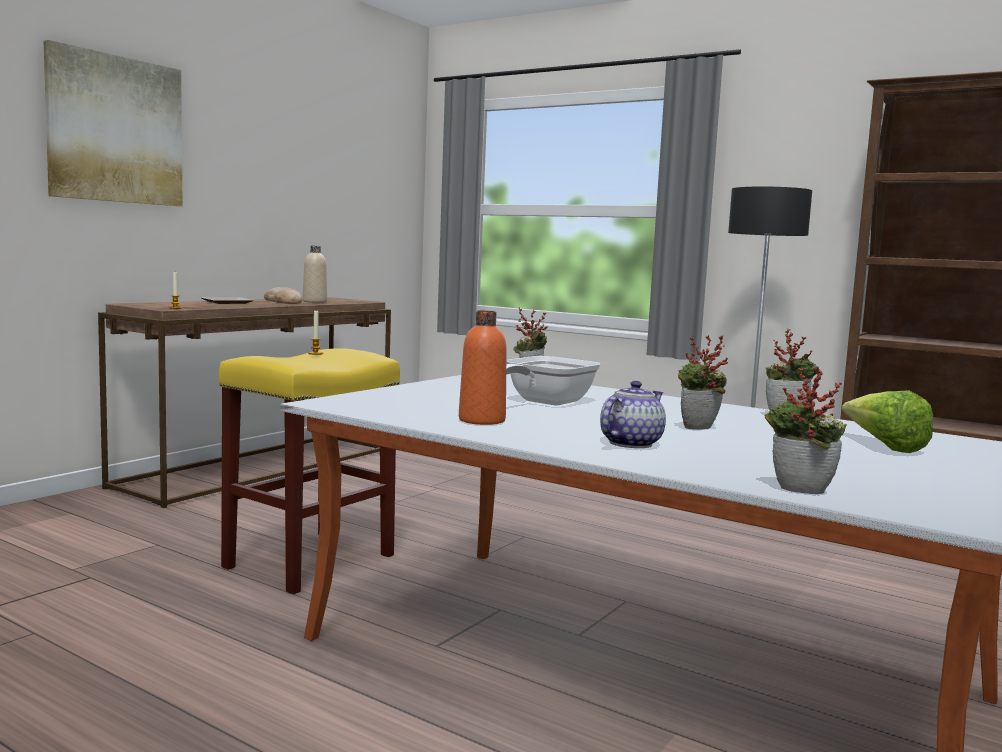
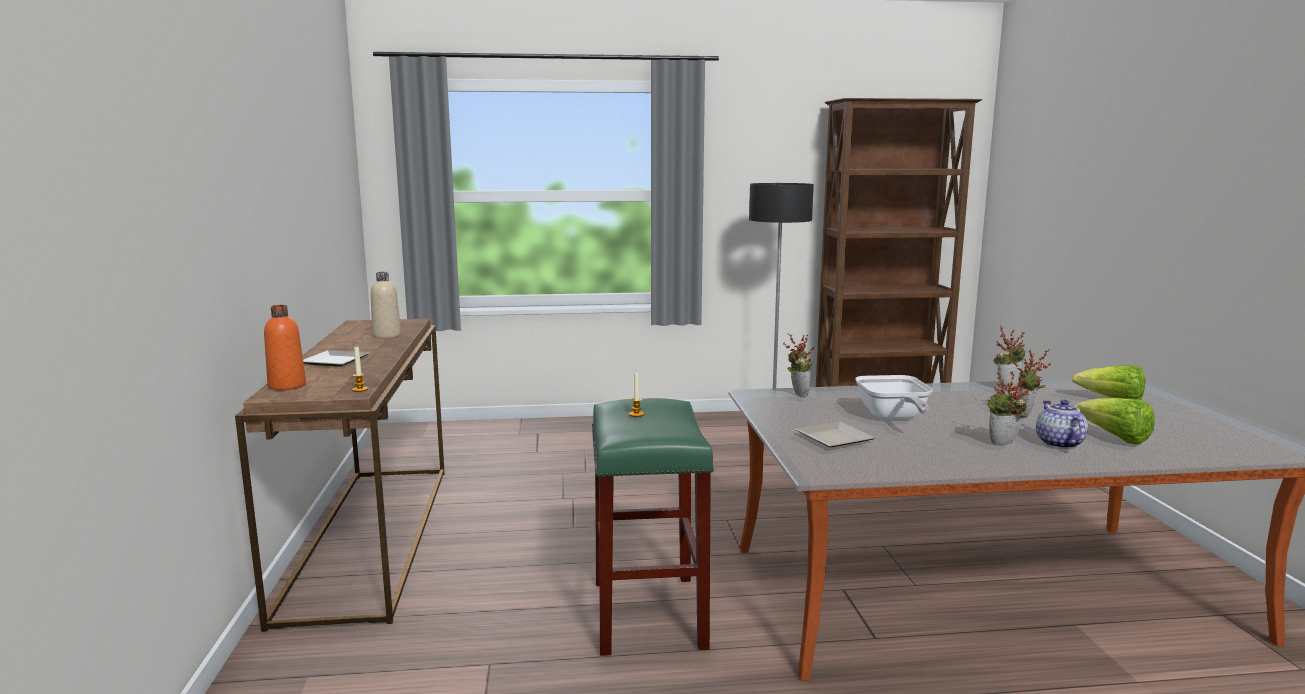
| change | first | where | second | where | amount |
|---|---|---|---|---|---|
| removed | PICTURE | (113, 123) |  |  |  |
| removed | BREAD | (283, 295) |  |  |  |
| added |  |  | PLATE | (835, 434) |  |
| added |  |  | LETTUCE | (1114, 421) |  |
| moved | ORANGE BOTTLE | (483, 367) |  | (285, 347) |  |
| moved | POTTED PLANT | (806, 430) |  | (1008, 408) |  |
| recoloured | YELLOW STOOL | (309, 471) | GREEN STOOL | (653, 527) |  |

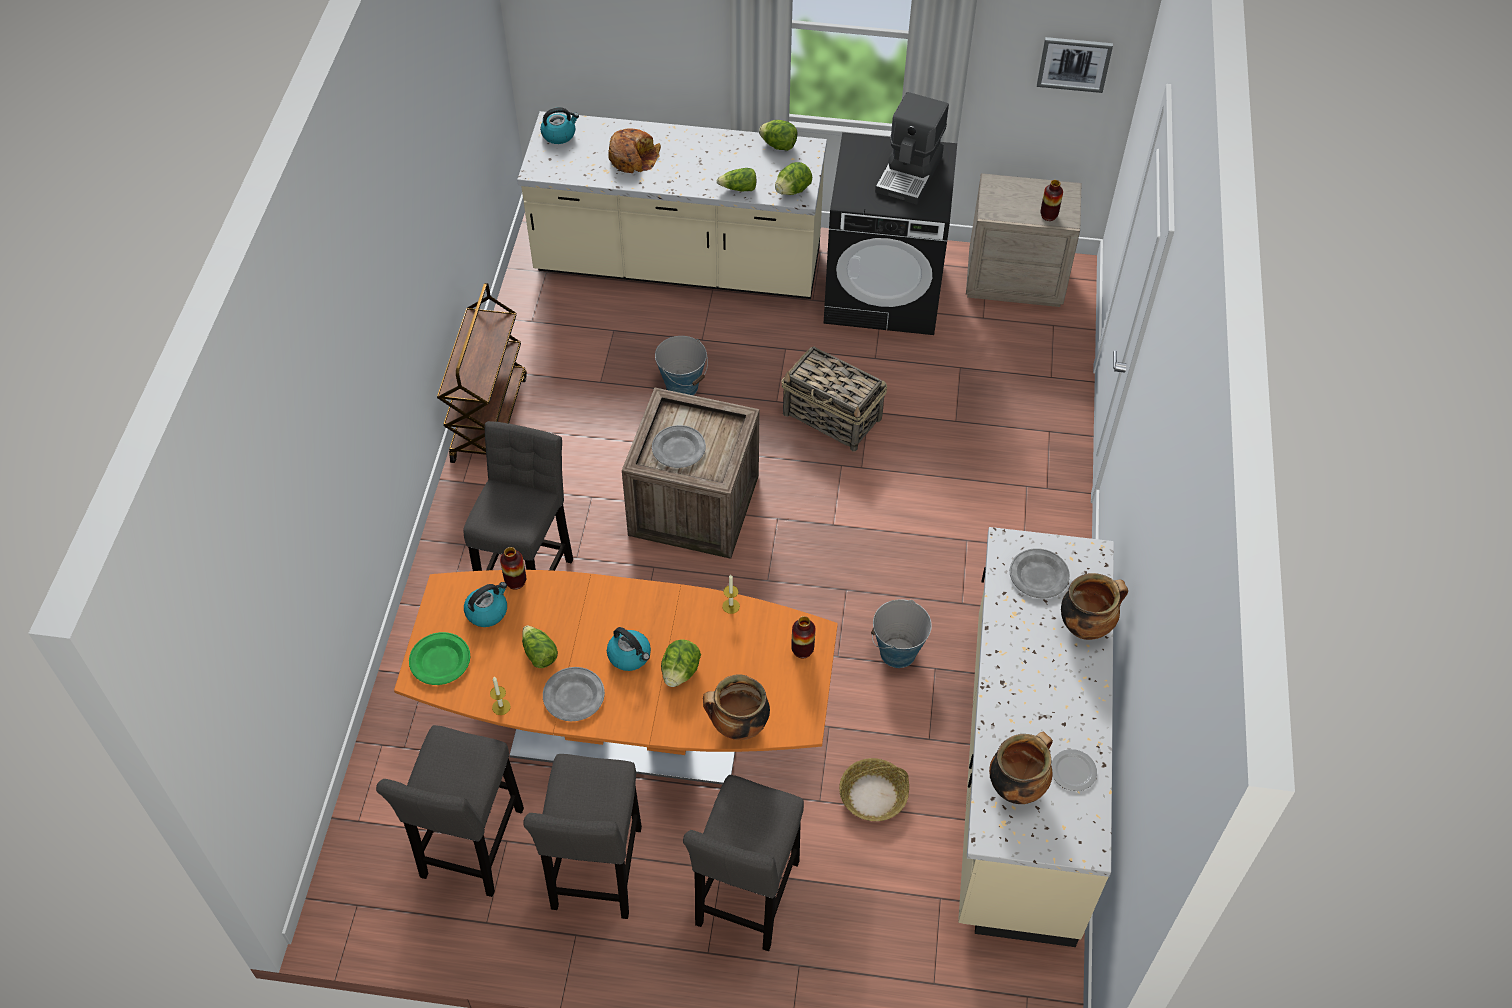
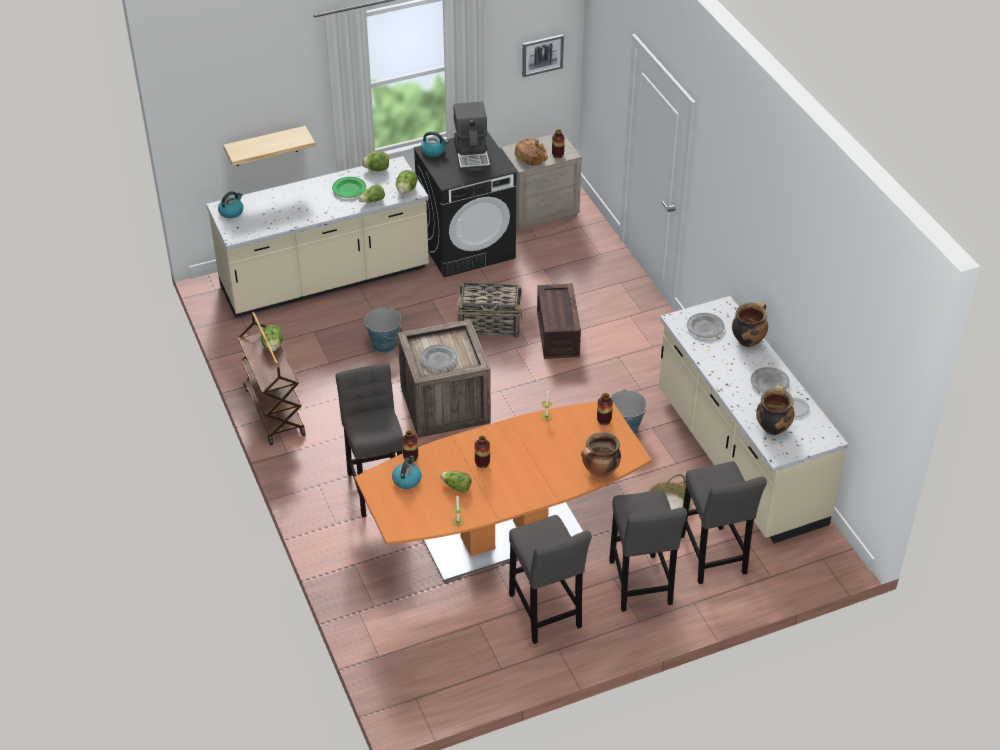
| change | first | where | second | where | amount |
|---|---|---|---|---|---|
| added |  |  | SHELF | (269, 146) |  |
| added |  |  | VASE | (482, 451) |  |
| added |  |  | CRATE | (559, 321) |  |
| moved | GREY STOOL | (450, 811) |  | (724, 522) |  |
| moved | GREEN PLATE | (439, 658) |  | (349, 187) |  |
| moved | GREY PLATE | (574, 694) |  | (770, 380) |  |
| moved | KETTLE | (629, 649) |  | (434, 144) |  |
| moved | BREAD | (634, 150) |  | (531, 152) |  |
| moved | LETTUCE | (681, 663) |  | (272, 338) |  |

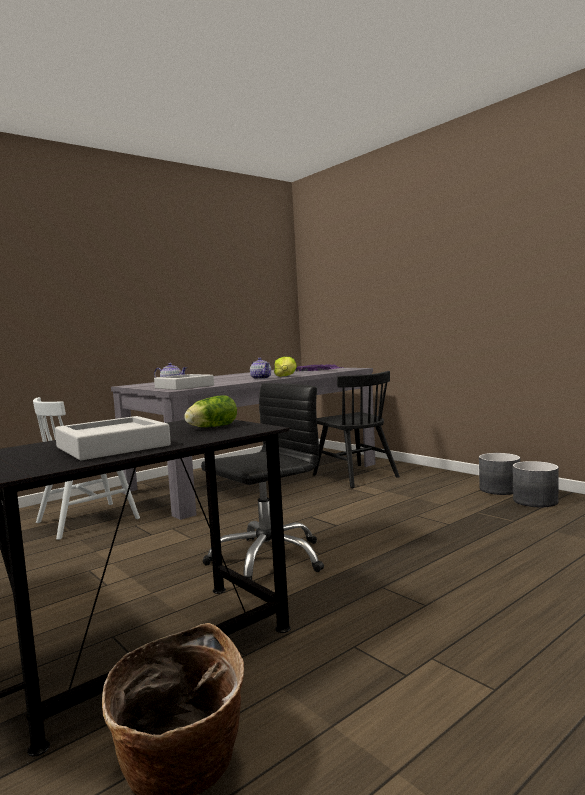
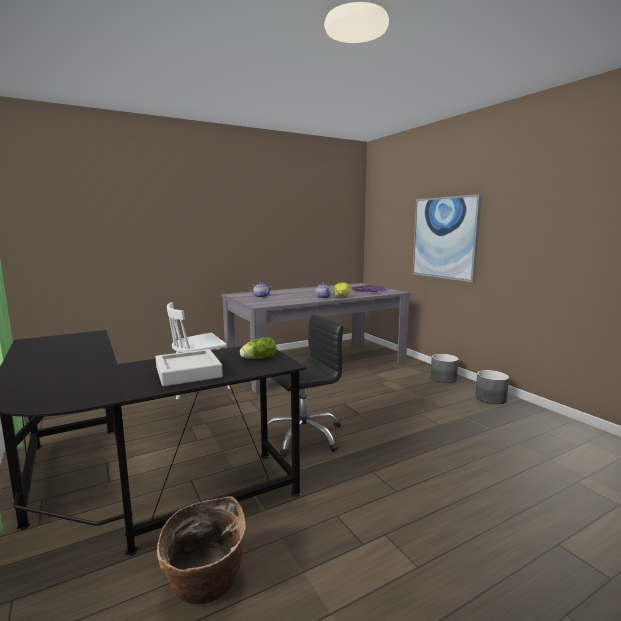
| change | first | where | second | where | amount |
|---|---|---|---|---|---|
| removed | GREY TRAY | (184, 382) |  |  |  |
| removed | BLACK CHAIR | (356, 429) |  |  |  |
| added |  |  | PICTURE | (447, 238) |  |
| moved | GREY PLANTER | (536, 484) |  | (445, 368) |  |

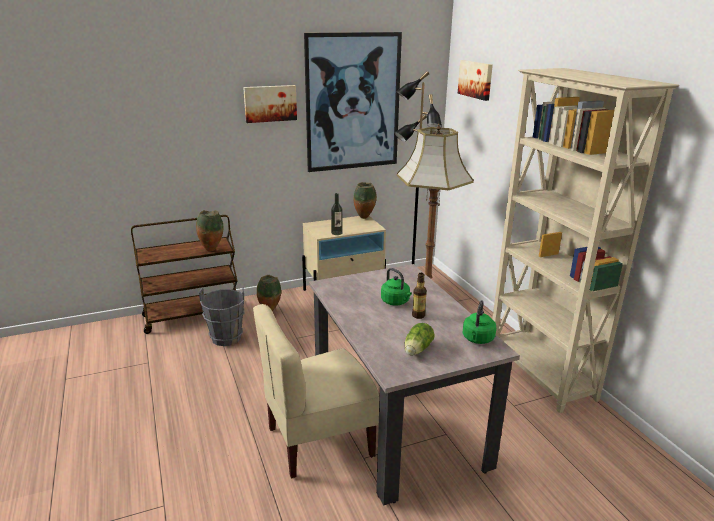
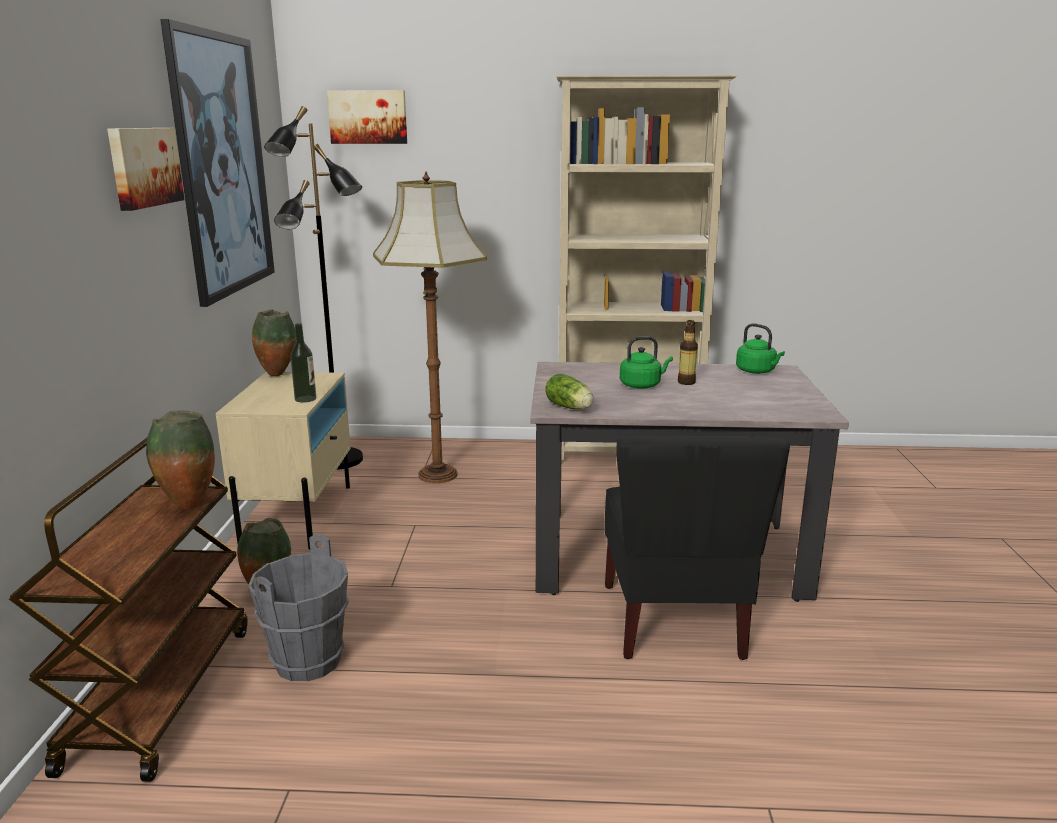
| change | first | where | second | where | amount |
|---|---|---|---|---|---|
| moved | LETTUCE | (420, 339) |  | (569, 391) |  |
| recoloured | BEIGE CHAIR | (316, 391) | BLACK CHAIR | (697, 548) |  |

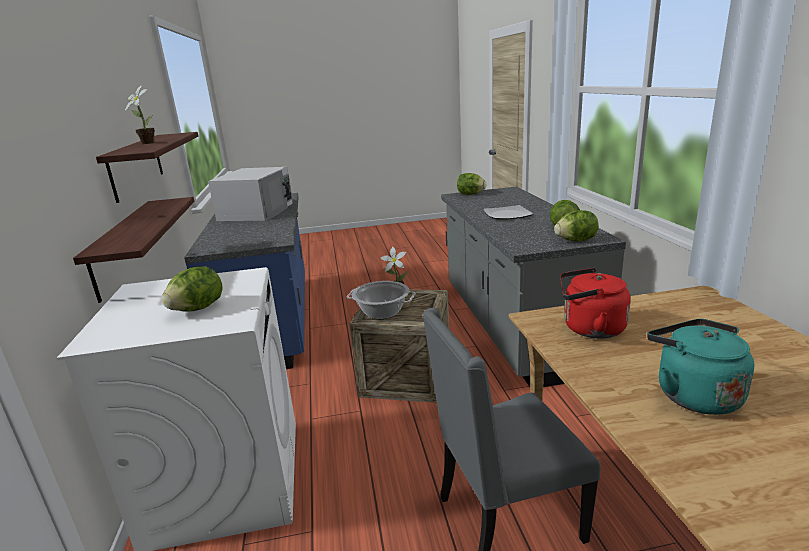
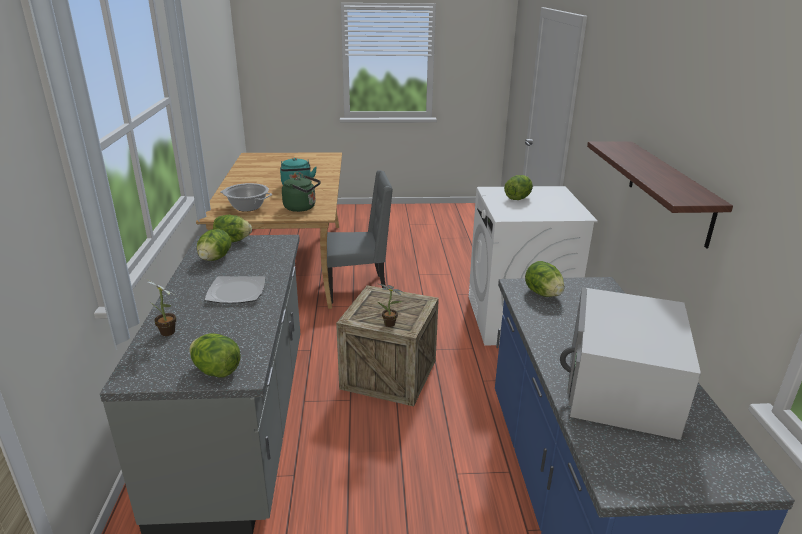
| change | first | where | second | where | amount |
|---|---|---|---|---|---|
| removed | SHELF | (133, 250) |  |  |  |
| added |  |  | LETTUCE | (544, 279) |  |
| moved | POTTED PLANT | (140, 114) |  | (161, 307) |  |
| moved | COOKING POT | (381, 300) |  | (246, 197) |  |
| recoloured | RED KETTLE | (595, 303) | GREEN KETTLE | (301, 193) |  |

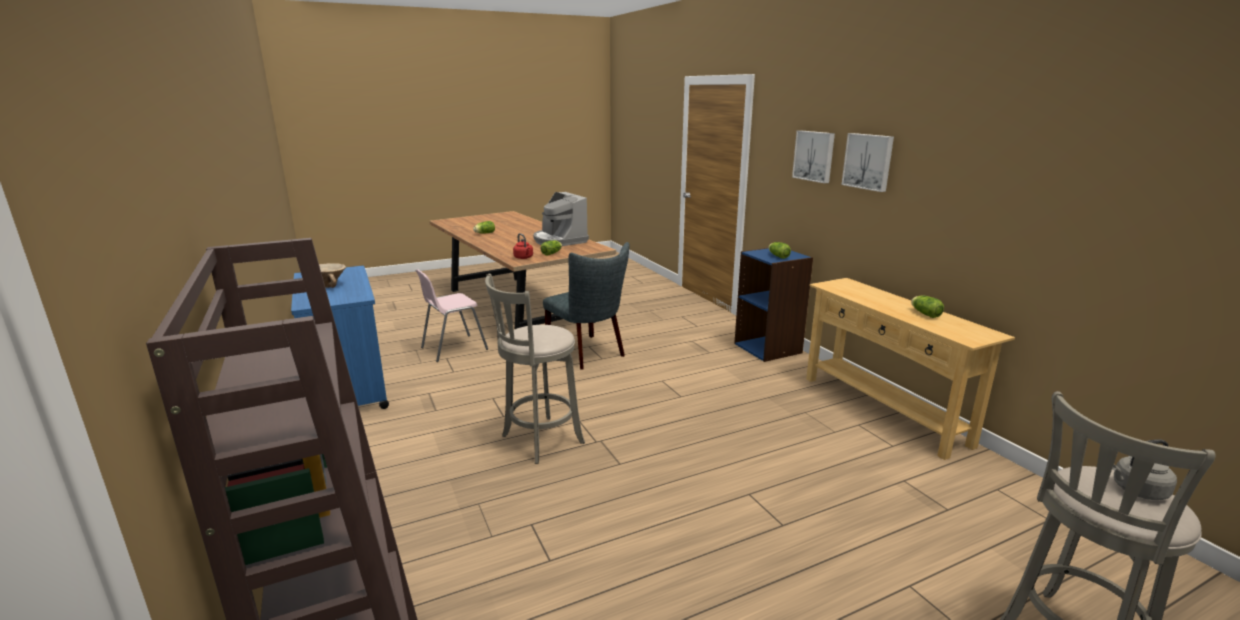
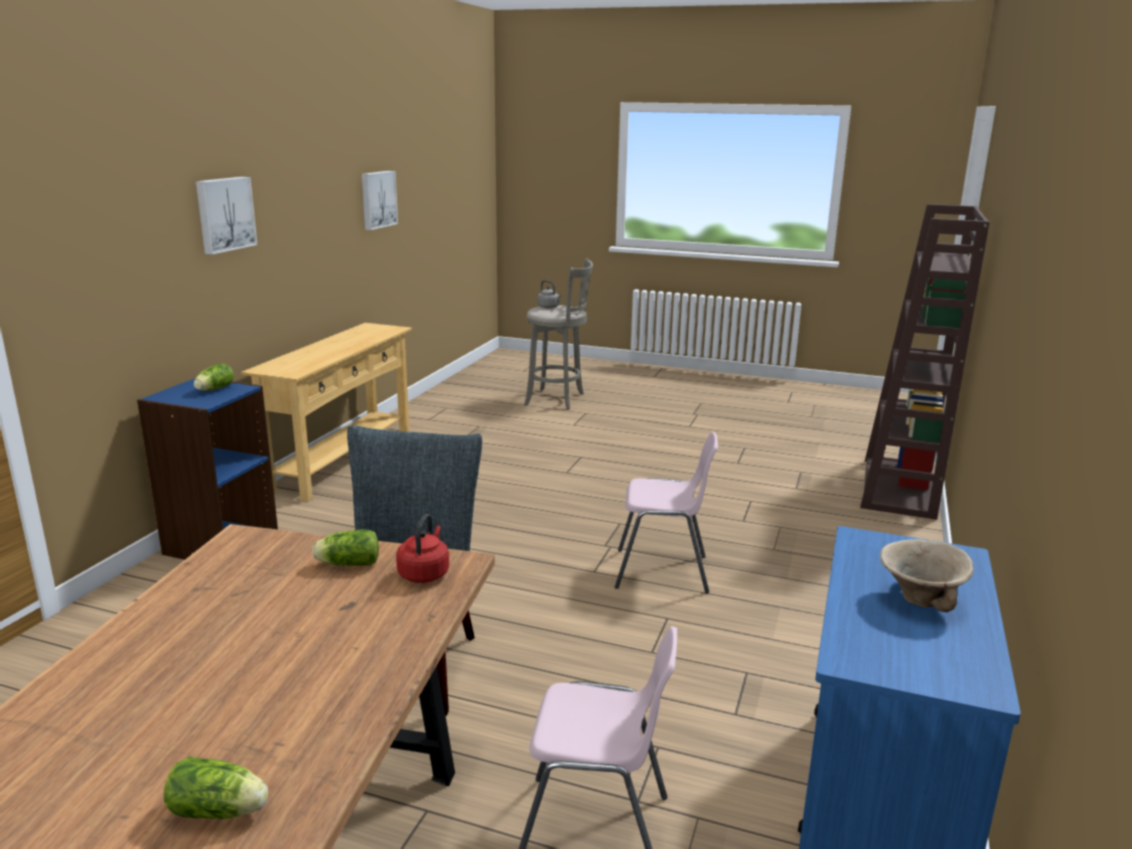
| change | first | where | second | where | amount |
|---|---|---|---|---|---|
| removed | COFFEE MACHINE | (561, 219) |  |  |  |
| removed | LETTUCE | (927, 306) |  |  |  |
| moved | PICTURE | (813, 156) |  | (380, 200) |  |
| replaced | GREY STOOL | (535, 368) | PINK CHAIR | (666, 512) |  |

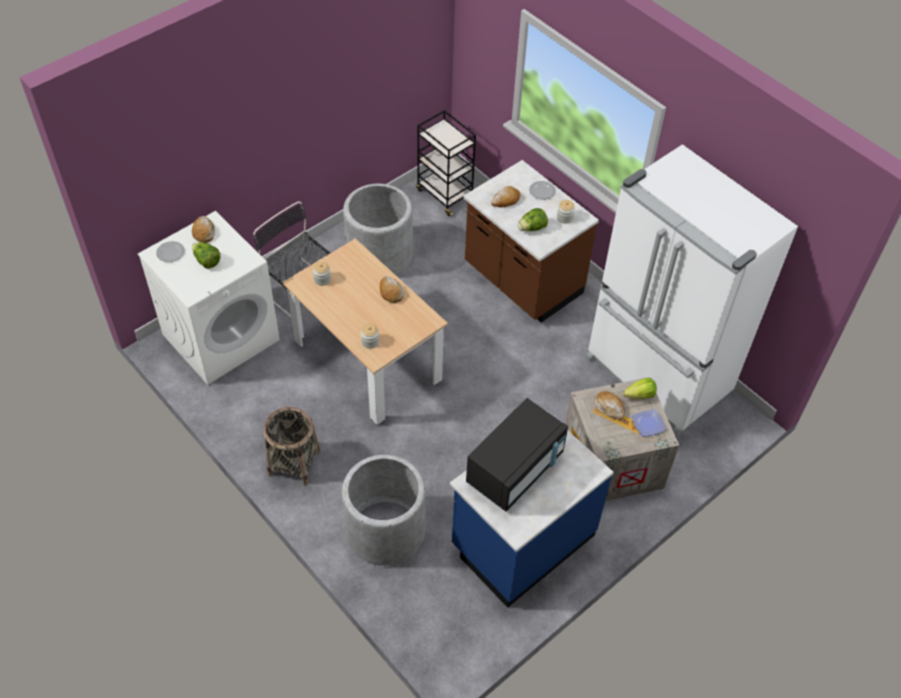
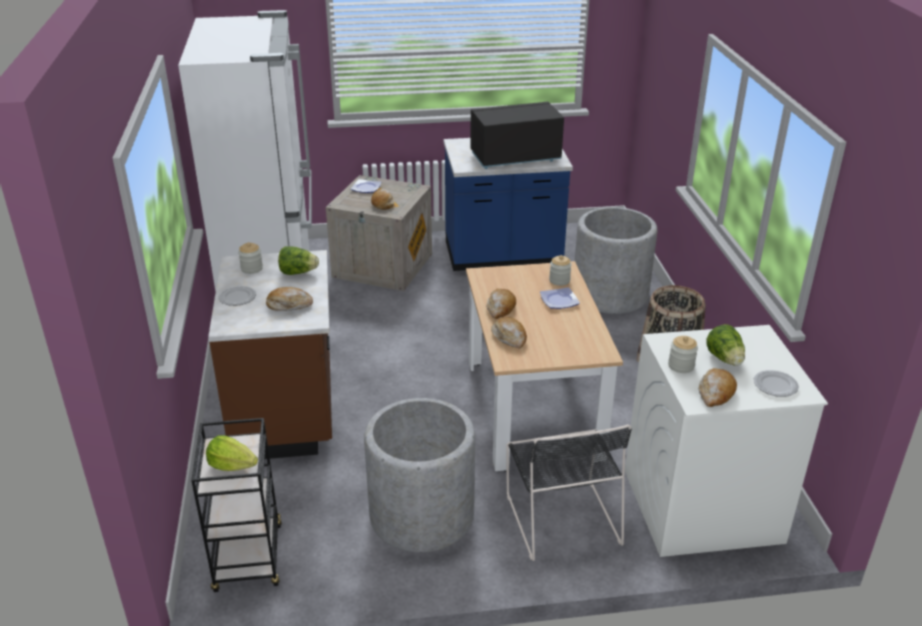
| change | first | where | second | where | amount |
|---|---|---|---|---|---|
| added |  |  | BREAD | (509, 332) |  |
| added |  |  | PLATE | (560, 298) |  |
| moved | JAR | (322, 274) |  | (683, 354) |  |
| moved | LETTUCE | (640, 388) |  | (232, 453) |  |

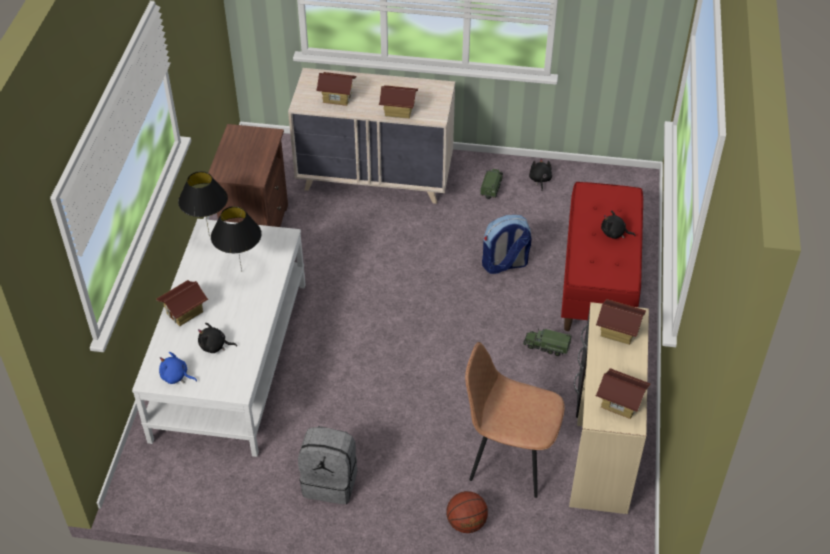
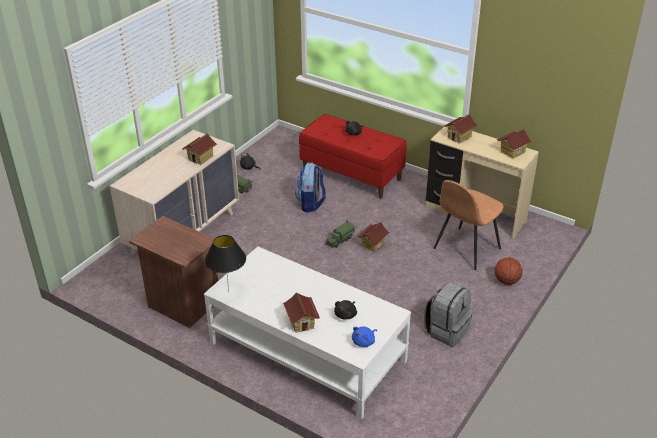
| change | first | where | second | where | amount |
|---|---|---|---|---|---|
| removed | BLACK TABLE LAMP | (236, 239) |  |  |  |
| moved | TOY HOUSE | (336, 89) |  | (373, 237) |  |
| moved | TOY TRUCK | (547, 342) |  | (340, 234) |  |

